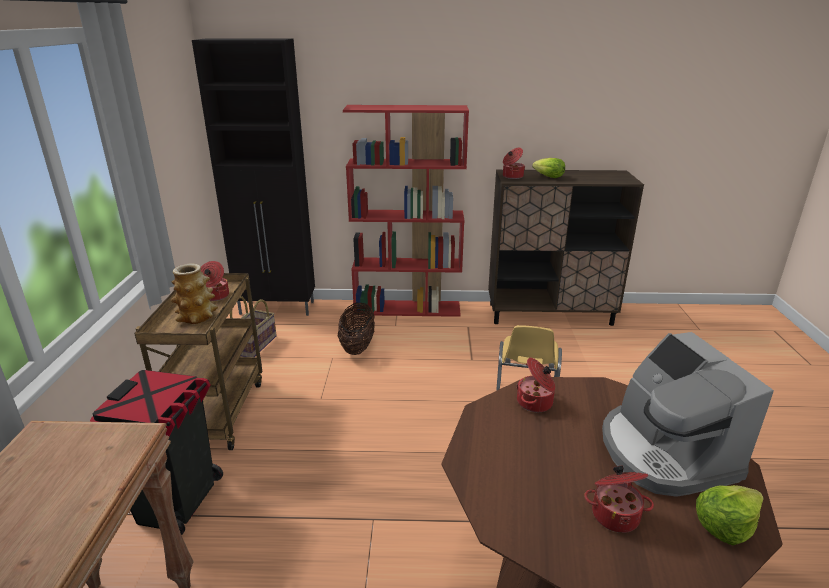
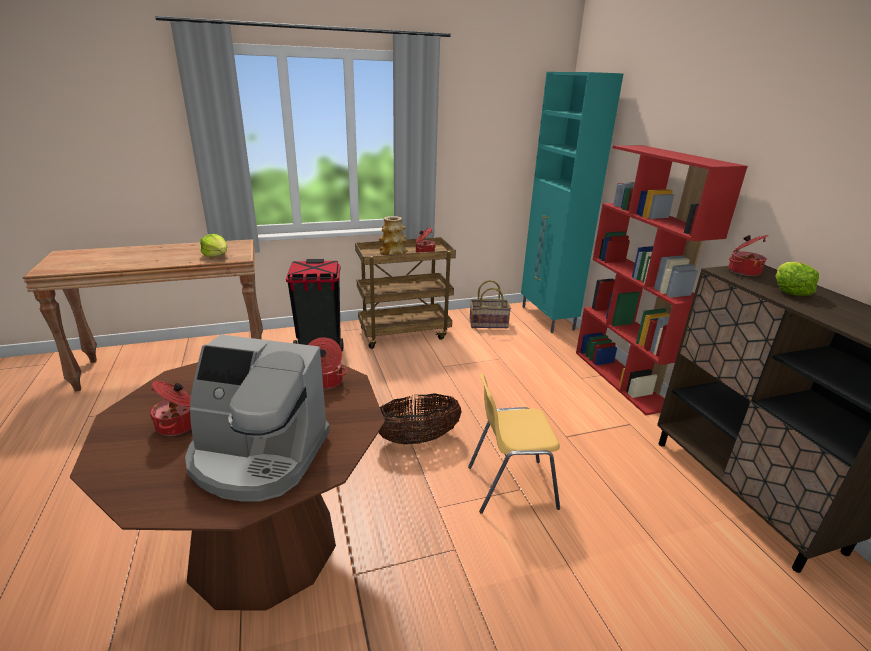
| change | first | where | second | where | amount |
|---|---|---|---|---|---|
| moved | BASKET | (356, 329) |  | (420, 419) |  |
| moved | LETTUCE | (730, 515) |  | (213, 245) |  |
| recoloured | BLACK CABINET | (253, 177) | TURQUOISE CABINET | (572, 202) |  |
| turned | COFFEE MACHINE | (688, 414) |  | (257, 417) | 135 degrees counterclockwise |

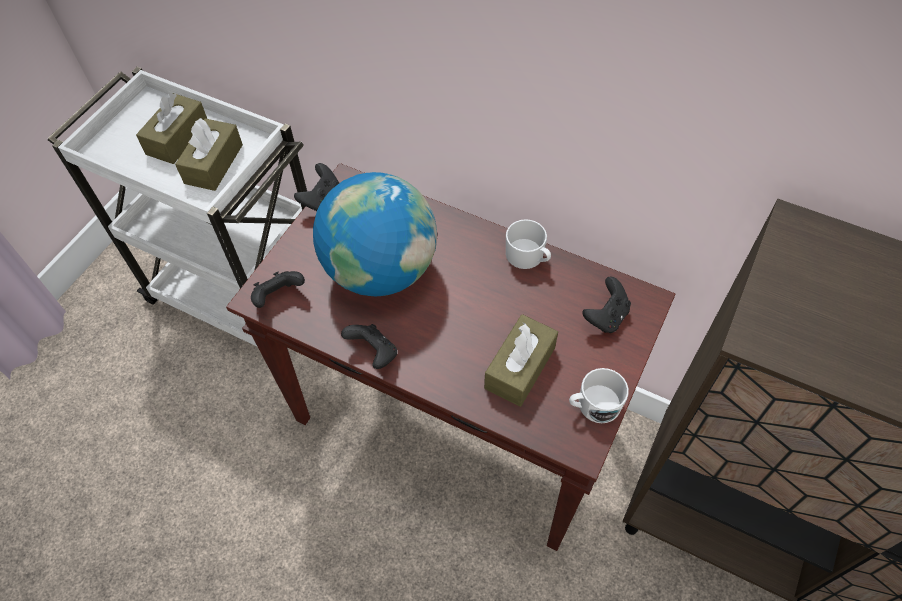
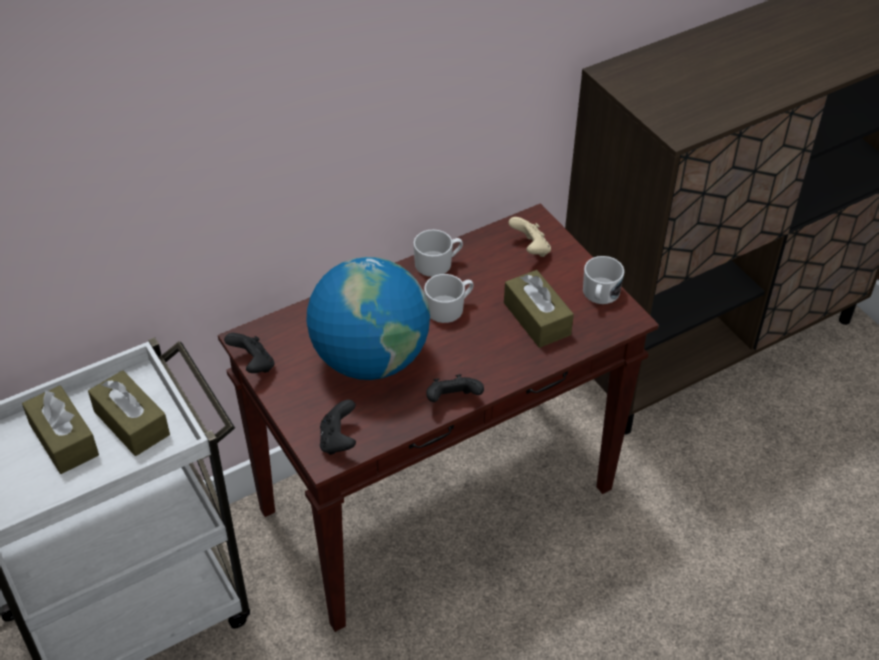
| change | first | where | second | where | amount |
|---|---|---|---|---|---|
| added |  |  | WHITE MUG | (449, 298) |  |
| recoloured | BLACK GAME CONTROLLER | (606, 305) | BEIGE GAME CONTROLLER | (529, 237) |  |

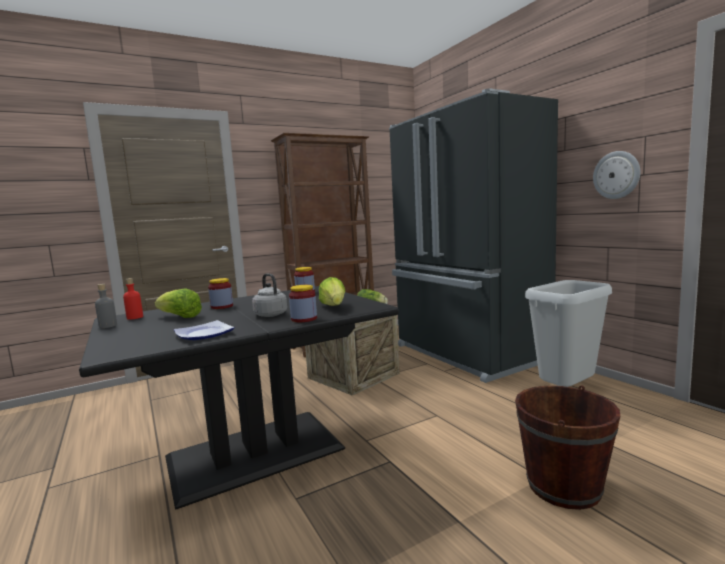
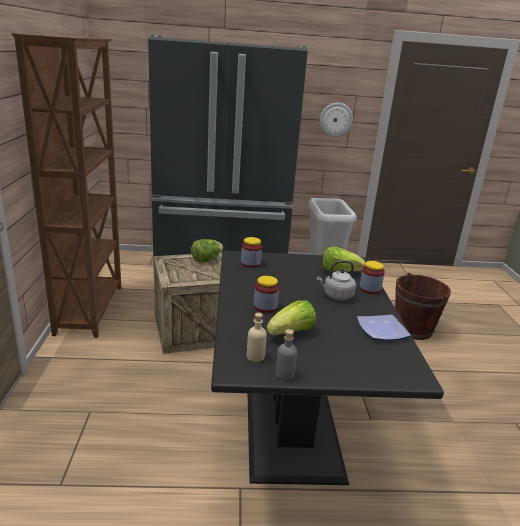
| change | first | where | second | where | amount |
|---|---|---|---|---|---|
| recoloured | RED BOTTLE | (133, 299) | BEIGE BOTTLE | (257, 337) |  |

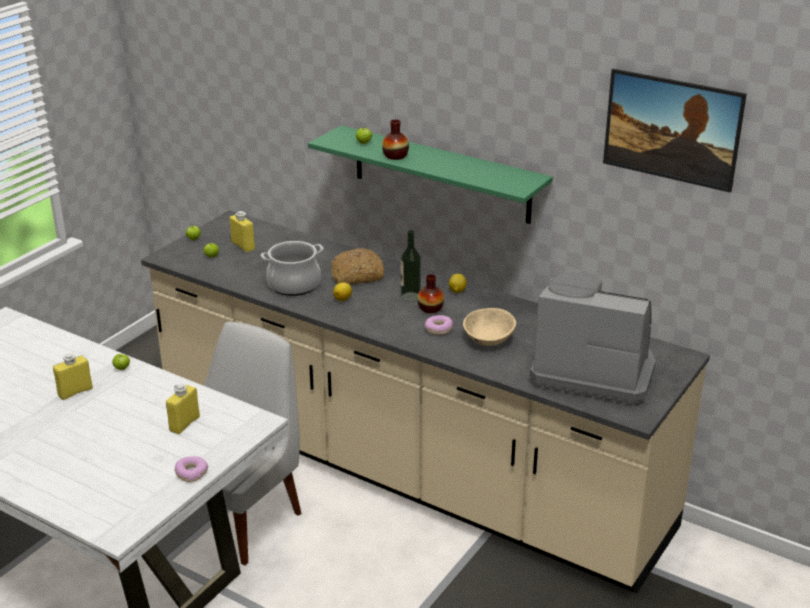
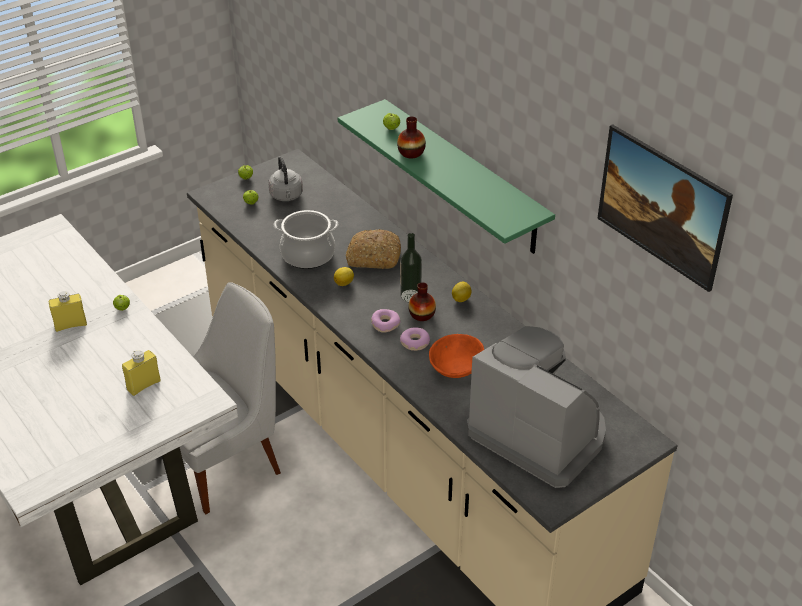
| change | first | where | second | where | amount |
|---|---|---|---|---|---|
| moved | DONUT | (191, 469) |  | (385, 321) |  |
| replaced | YELLOW BOTTLE | (242, 231) | GREY KETTLE | (285, 179) |  |
| recoloured | BEIGE BOWL | (489, 327) | ORANGE BOWL | (456, 356) |  |

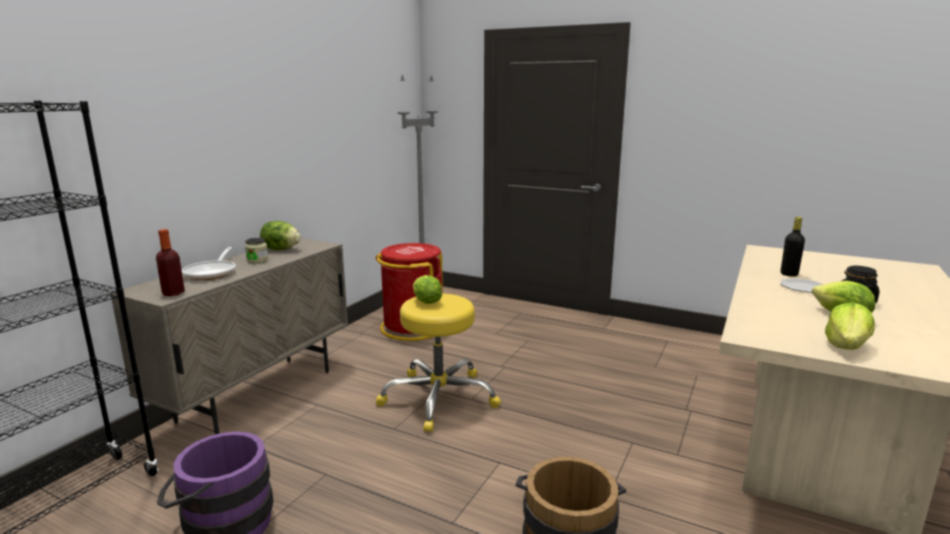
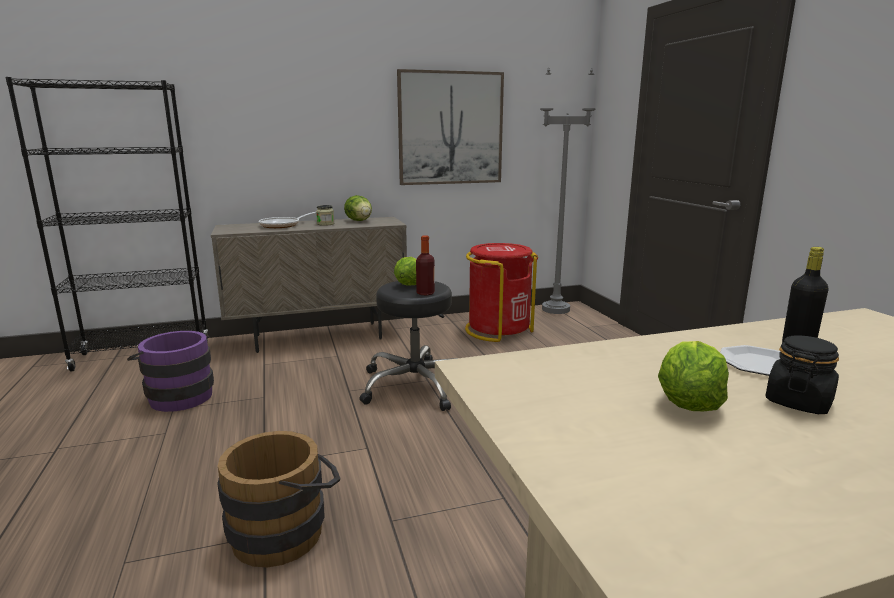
| change | first | where | second | where | amount |
|---|---|---|---|---|---|
| removed | LETTUCE | (849, 326) |  |  |  |
| added |  |  | PICTURE | (450, 127) |  |
| moved | BOTTLE | (170, 262) |  | (425, 265) |  |
| recoloured | YELLOW STOOL | (438, 363) | BLACK STOOL | (408, 346) |  |

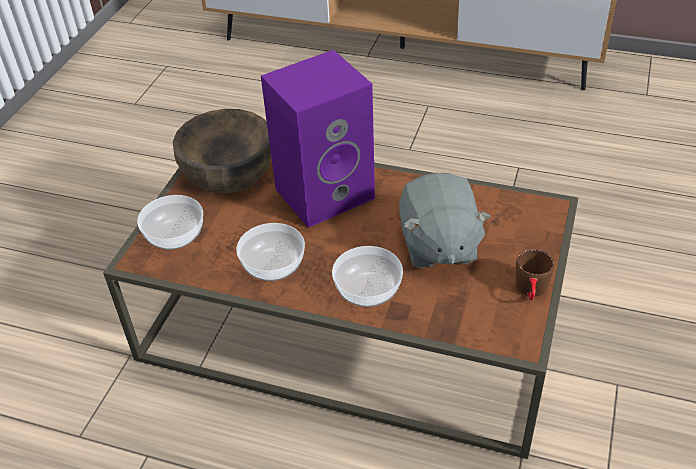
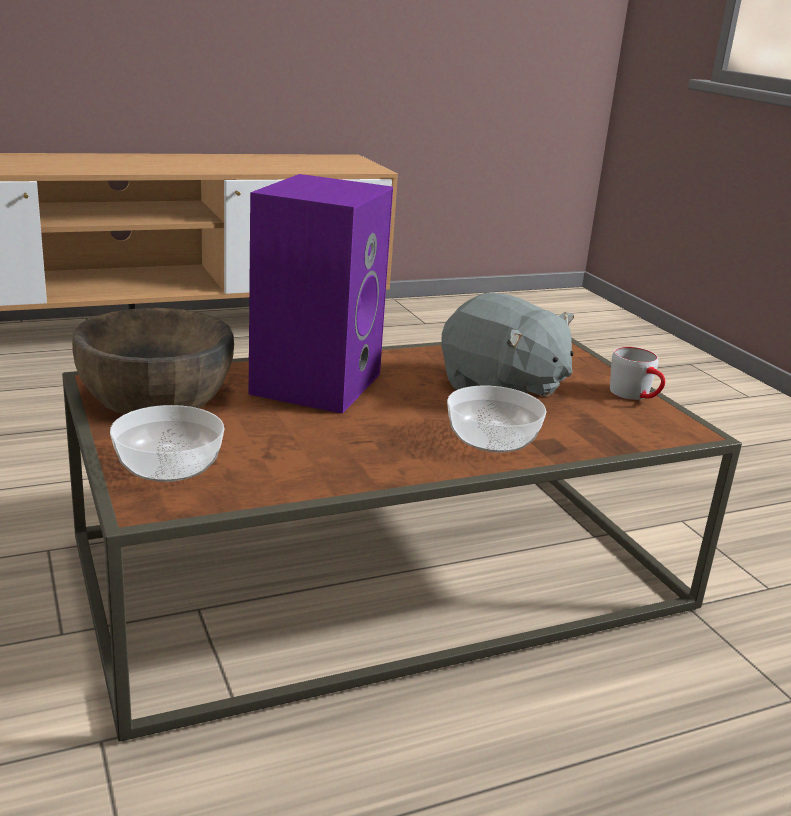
| change | first | where | second | where | amount |
|---|---|---|---|---|---|
| removed | BOWL | (270, 252) |  |  |  |
| recoloured | BROWN MUG | (535, 275) | GREY MUG | (638, 373) |  |

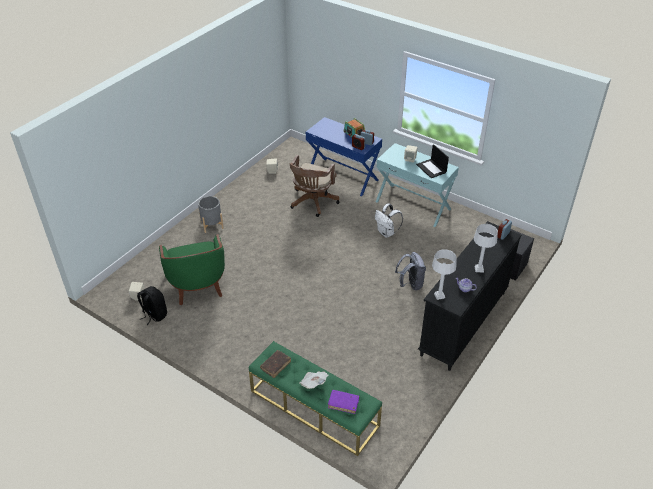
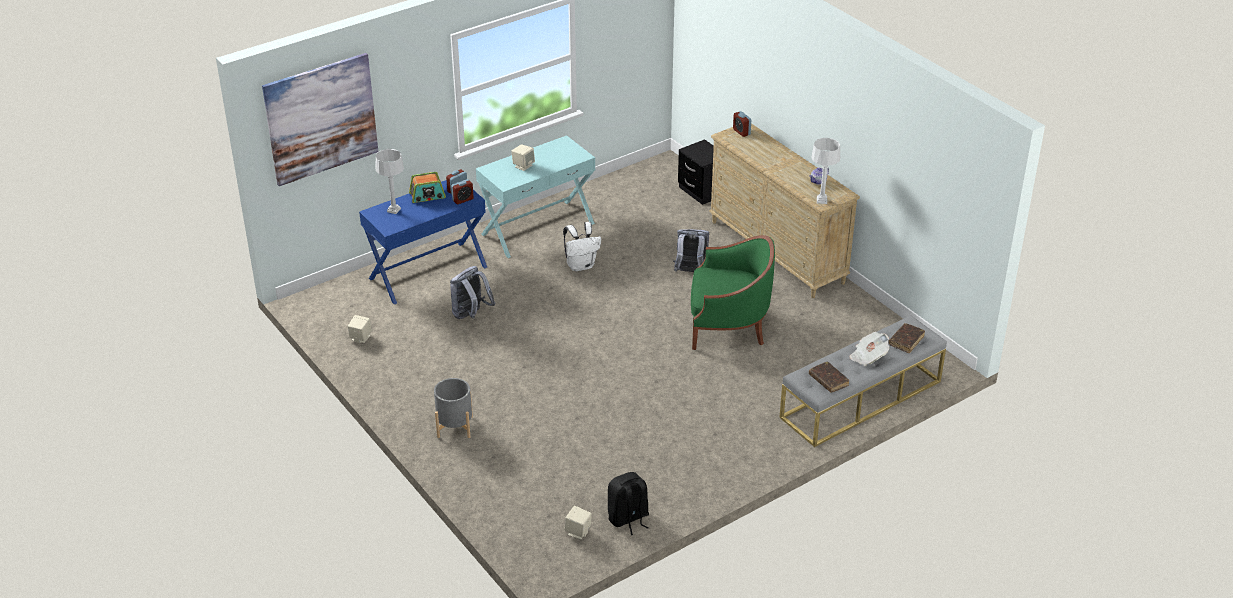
| change | first | where | second | where | amount |
|---|---|---|---|---|---|
| removed | LAPTOP | (432, 161) |  |  |  |
| added |  |  | PICTURE | (320, 119) |  |
| moved | GREEN ARMCHAIR | (192, 269) |  | (733, 292) |  |
| moved | GREY TABLE LAMP | (486, 248) |  | (390, 181) |  |
| replaced | BROWN OFFICE CHAIR | (314, 186) | GREY BACKPACK | (472, 292) |  |
| recoloured | GREEN BENCH | (315, 398) | GREY BENCH | (863, 381) |  |
| recoloured | PURPLE BOOK | (343, 402) | BROWN BOOK | (907, 338) |  |
| recoloured | BLACK DRESSER | (469, 296) | BEIGE DRESSER | (784, 210) |  |

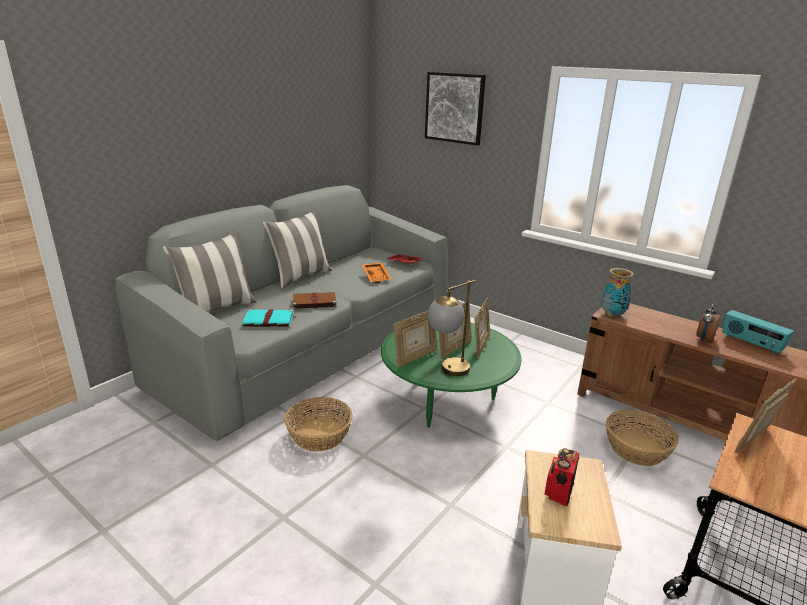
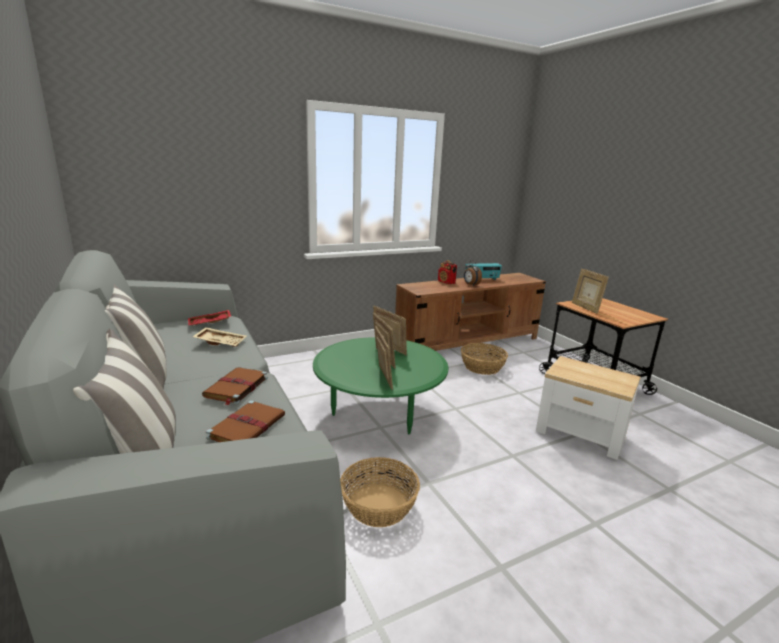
| change | first | where | second | where | amount |
|---|---|---|---|---|---|
| removed | PICTURE | (455, 109) |  |  |  |
| removed | TABLE LAMP | (452, 328) |  |  |  |
| removed | VASE | (617, 292) |  |  |  |
| moved | RADIO | (562, 477) |  | (447, 272) |  |
| recoloured | TURQUOISE BOOK | (269, 318) | BROWN BOOK | (245, 421) |  |
| recoloured | ORANGE TRAY | (376, 273) | BEIGE TRAY | (219, 337) |  |

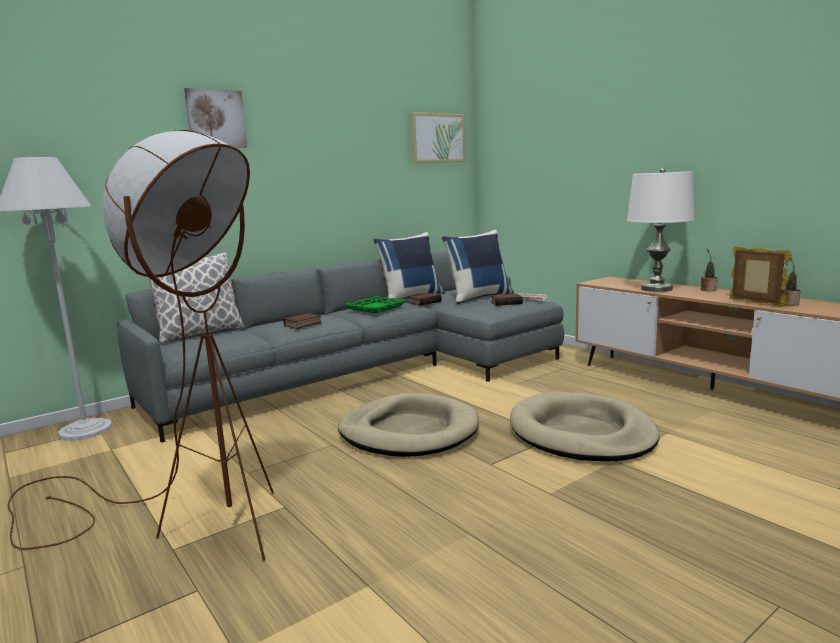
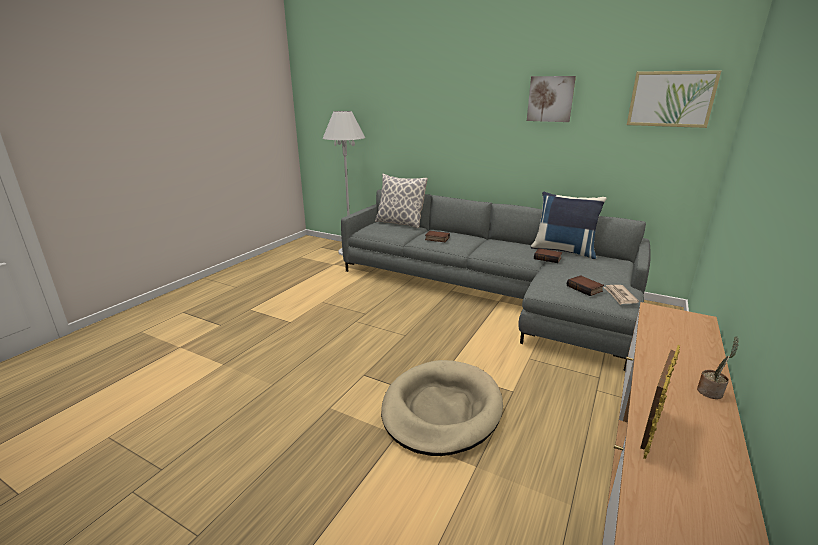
| change | first | where | second | where | amount |
|---|---|---|---|---|---|
| removed | BROWN FLOOR LAMP | (141, 345) |  |  |  |
| removed | BEIGE DOG BED | (408, 425) |  |  |  |
| removed | GREEN TRAY | (375, 304) |  |  |  |
| removed | BLUE PILLOW | (478, 267) |  |  |  |
| removed | WHITE TABLE LAMP | (661, 230) |  |  |  |
| removed | POTTED PLANT | (791, 281) |  |  |  |
| moved | PICTURE | (215, 118) |  | (551, 99) |  |

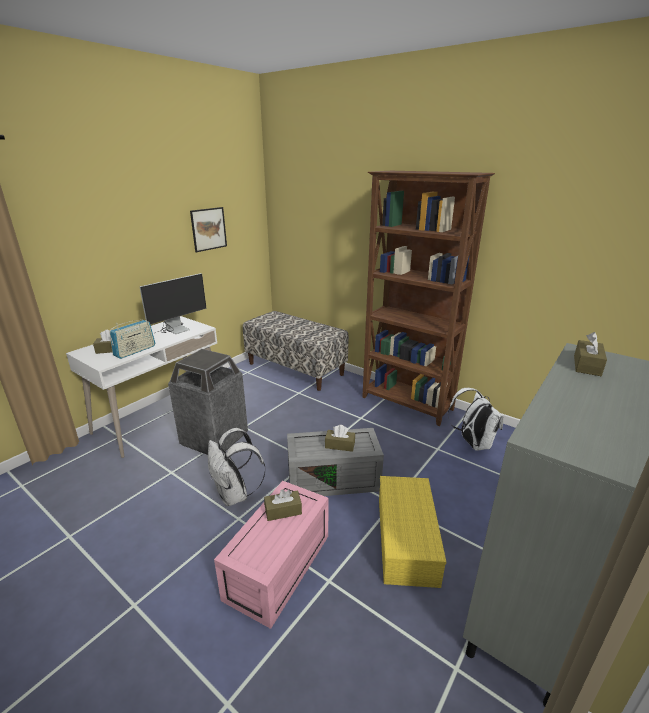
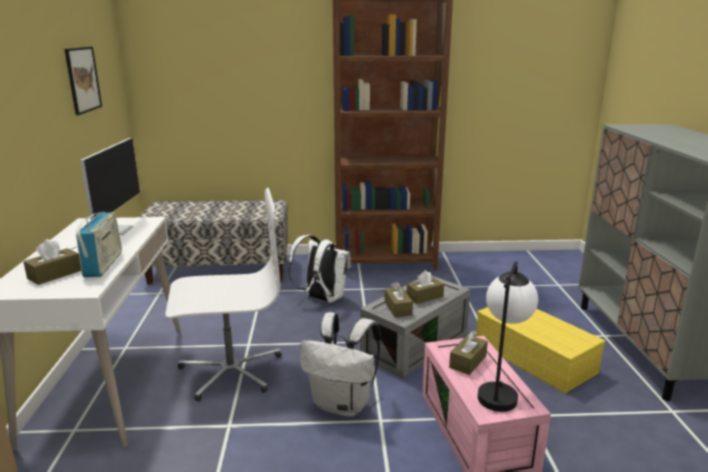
| change | first | where | second | where | amount |
|---|---|---|---|---|---|
| added |  |  | TABLE LAMP | (508, 336) |  |
| moved | WHITE BACKPACK | (475, 419) |  | (319, 269) |  |
| moved | BROWN TISSUE BOX | (590, 354) |  | (398, 300) |  |
| replaced | TRASH CAN | (208, 402) | WHITE OFFICE CHAIR | (223, 294) |  |

